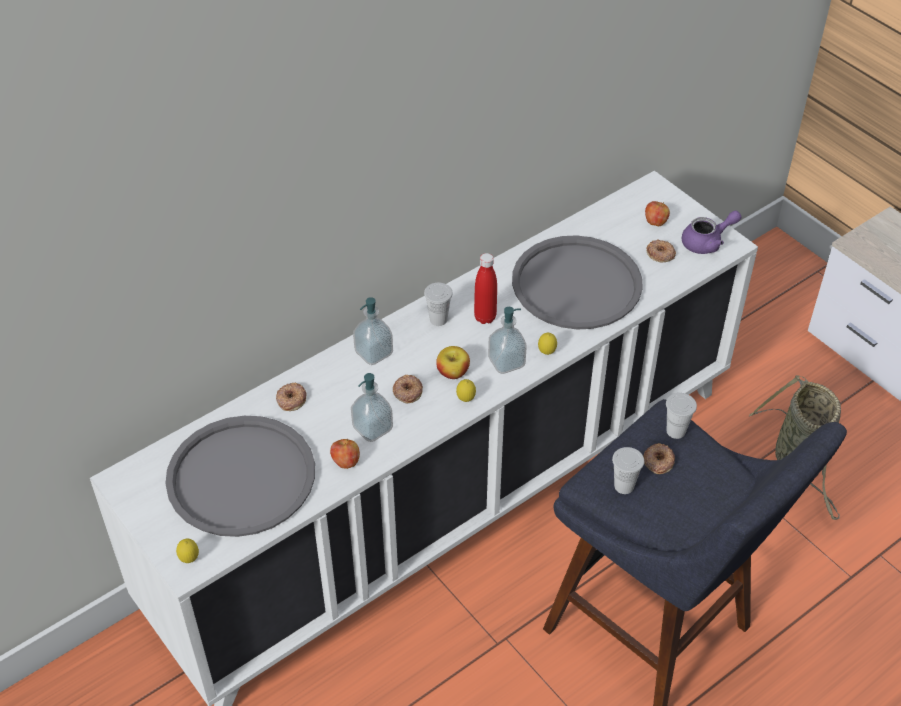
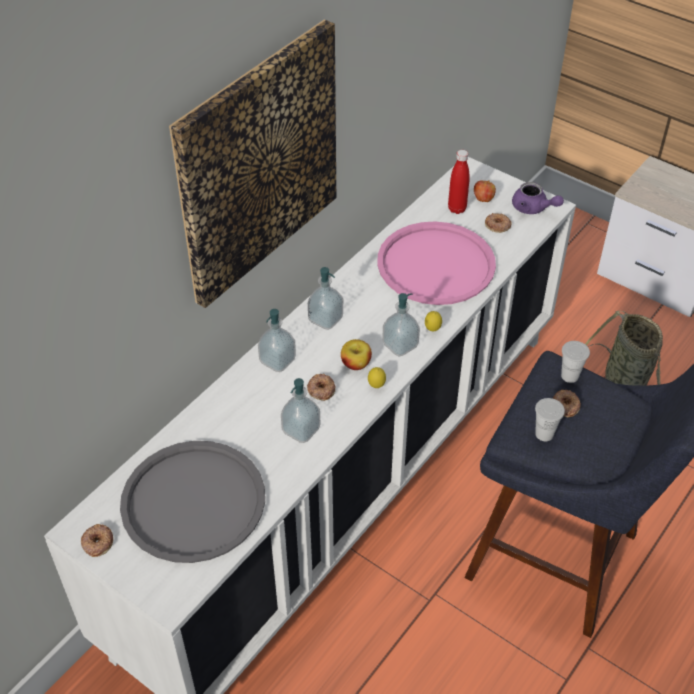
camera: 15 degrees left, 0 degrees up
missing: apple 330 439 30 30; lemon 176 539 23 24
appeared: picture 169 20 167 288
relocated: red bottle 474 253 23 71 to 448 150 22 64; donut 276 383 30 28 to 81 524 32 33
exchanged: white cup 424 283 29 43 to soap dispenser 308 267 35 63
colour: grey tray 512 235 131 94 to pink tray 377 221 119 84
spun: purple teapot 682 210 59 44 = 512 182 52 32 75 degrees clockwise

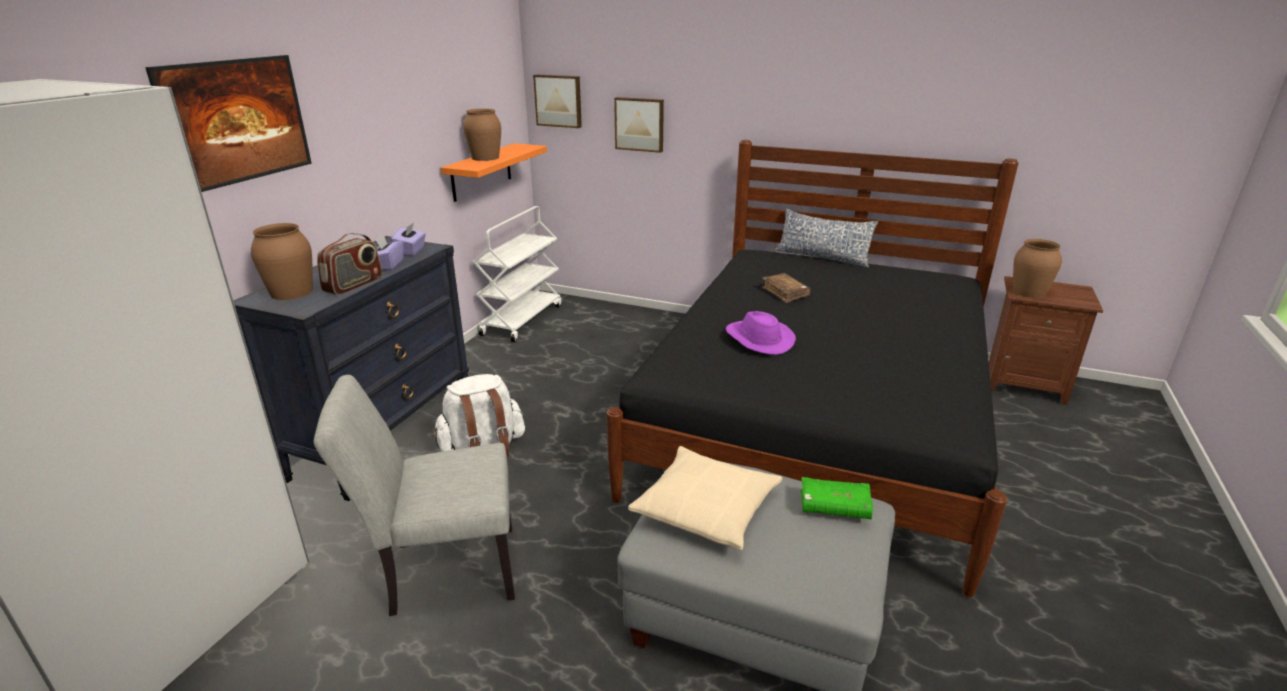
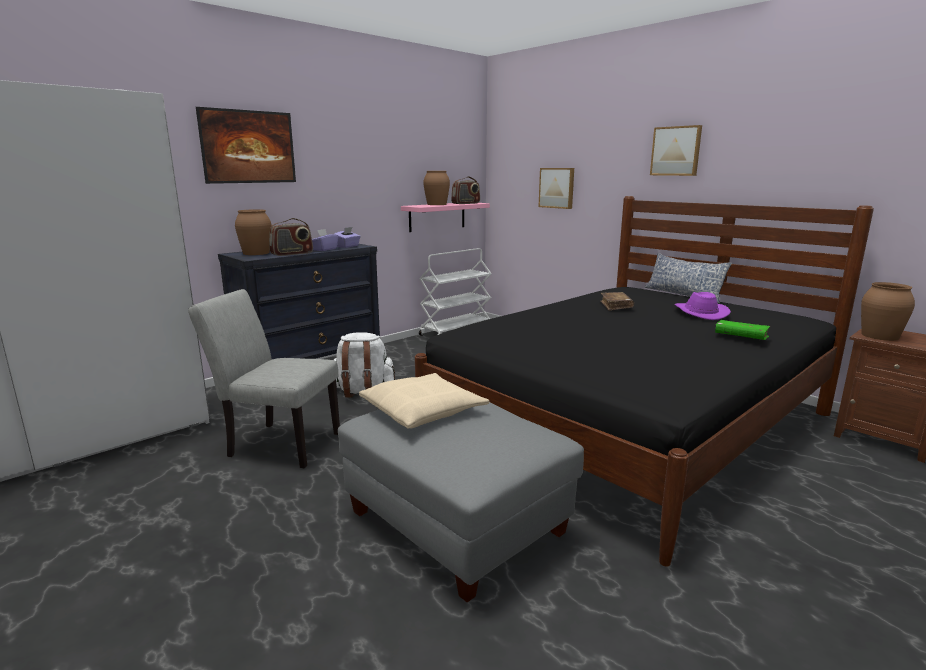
camera: 25 degrees right, 10 degrees down
appeared: radio 451 176 29 28
relocated: picture 533 74 49 54 to 650 125 52 51; purple hat 726 311 70 44 to 674 292 57 28; green book 801 477 72 42 to 715 320 55 20
colour: orange shelf 441 143 106 59 to pink shelf 401 203 89 29

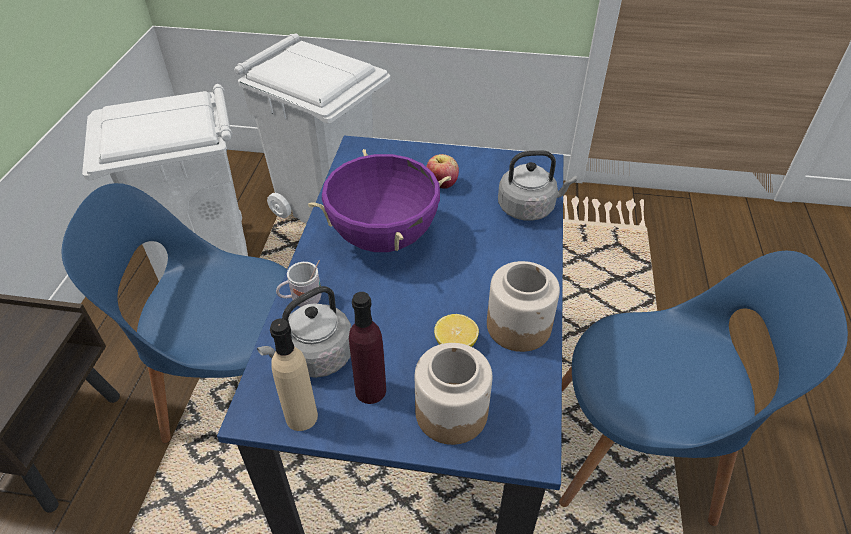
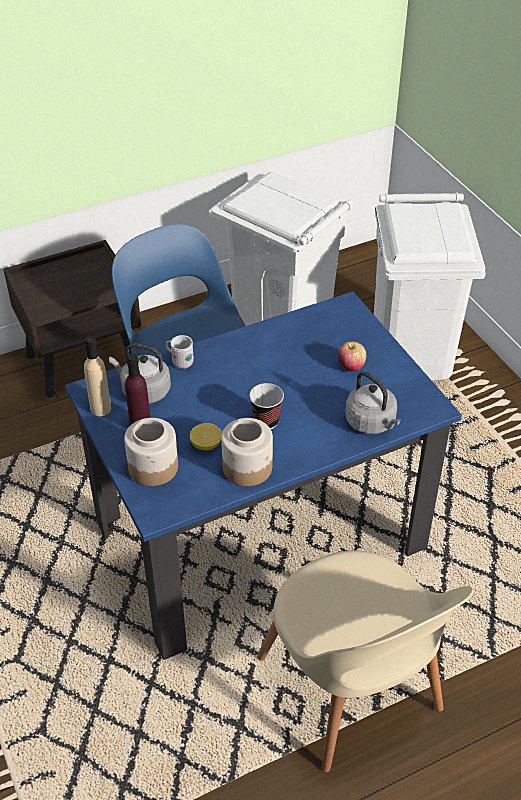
camera: 55 degrees right, 0 degrees up
missing: purple cooking pot 308 149 143 103
appeared: cup 249 383 35 46
colour: blue chair 559 251 289 275 to beige chair 257 551 217 221

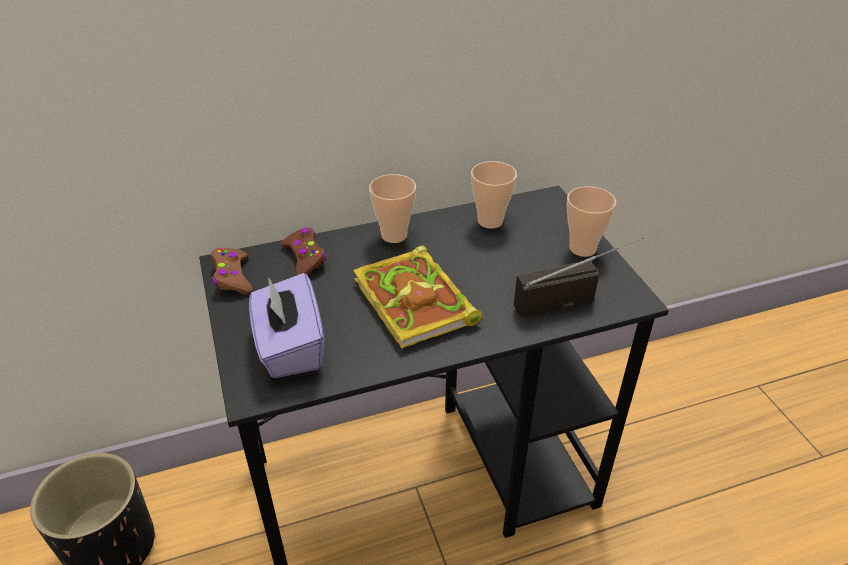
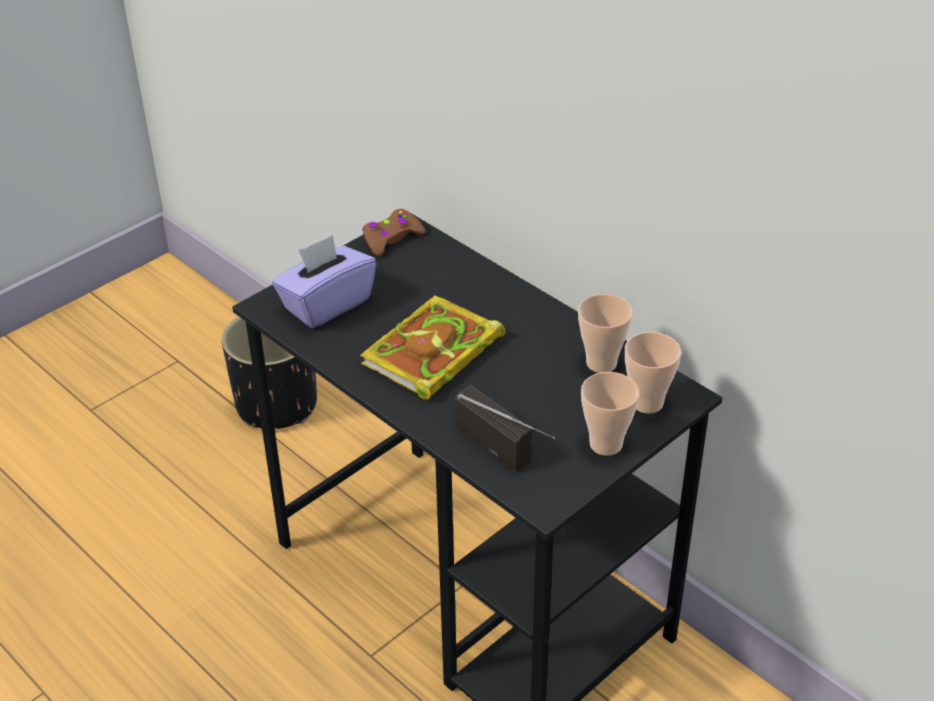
camera: 65 degrees right, 0 degrees up
missing: brown game controller 280 227 46 49
relocated: cup 369 174 47 69 to 625 332 56 82

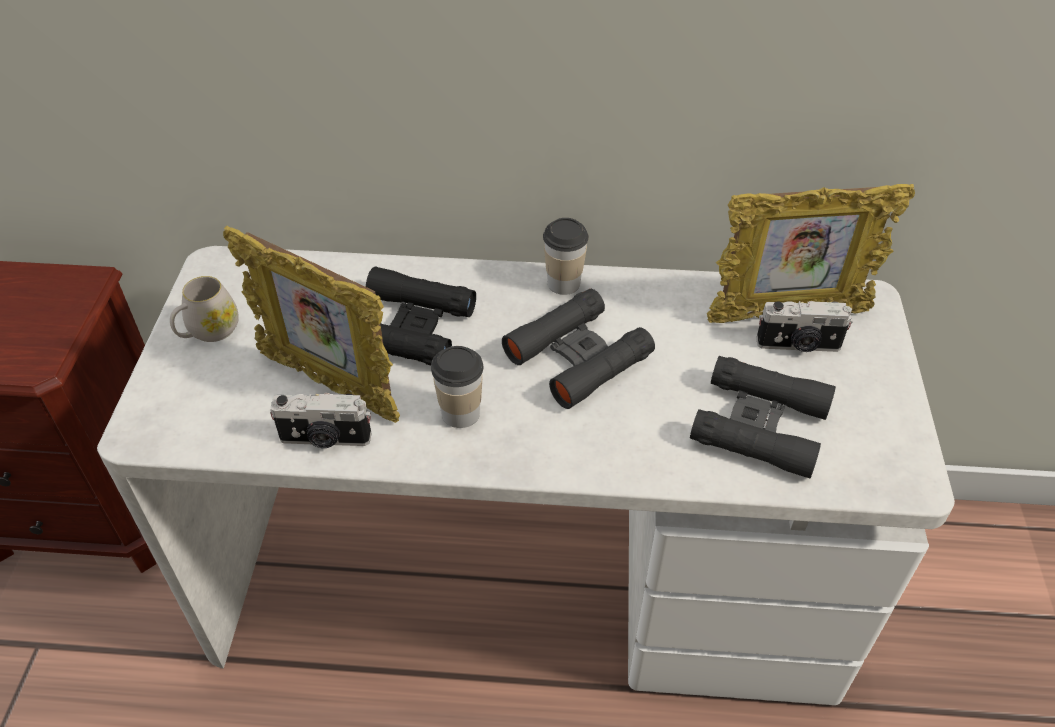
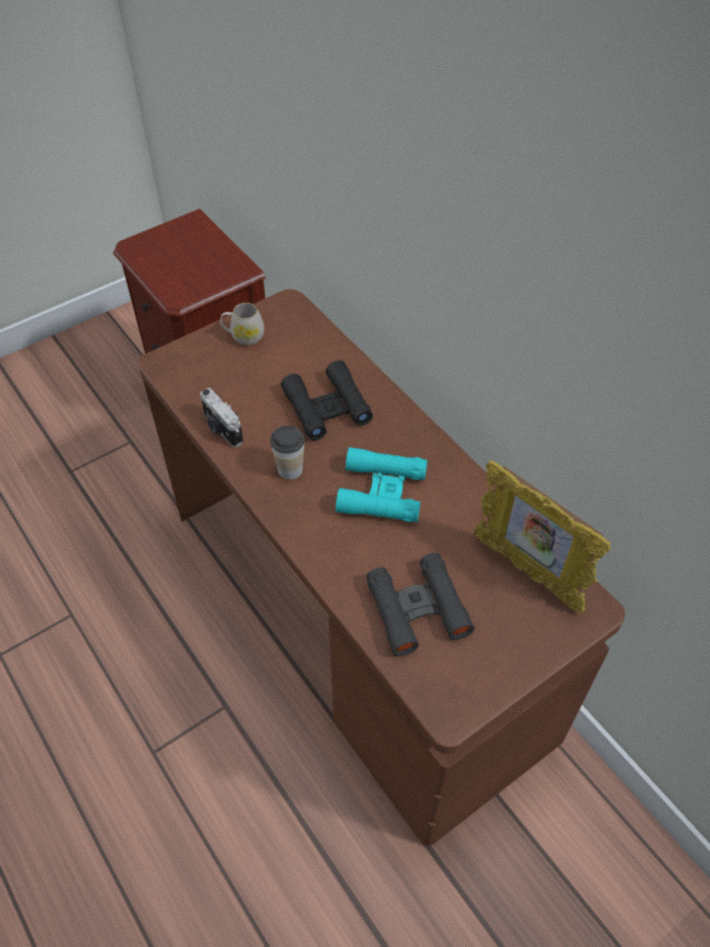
camera: 50 degrees right, 5 degrees up
missing: cup 543 218 46 77; picture frame 223 226 177 197; photo camera 756 301 96 51
colour: white desk 97 246 858 459 to brown desk 138 289 487 557; black binoculars 502 289 153 120 to turquoise binoculars 336 447 91 75

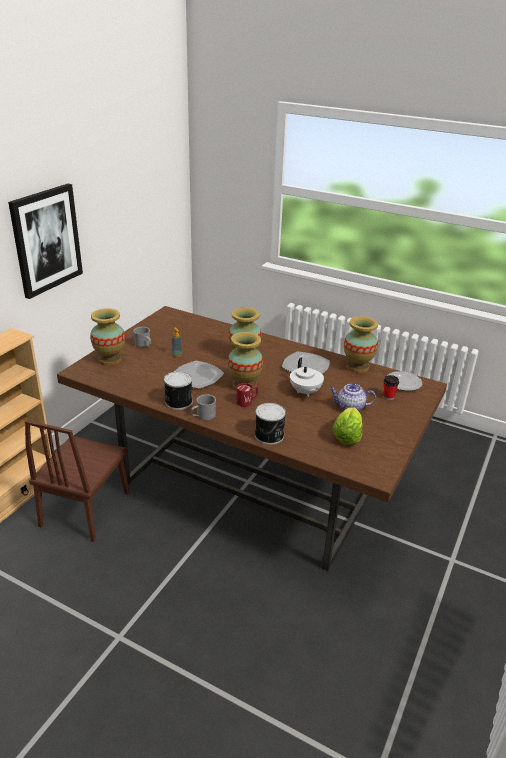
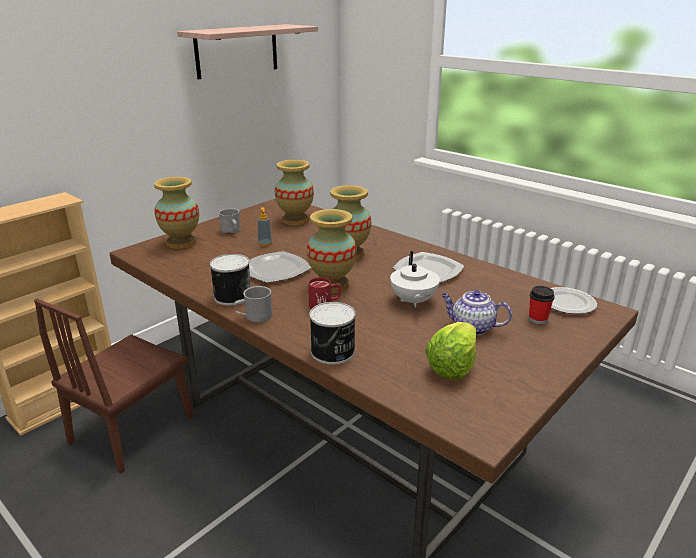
camera: 15 degrees right, 5 degrees down
missing: picture 8 184 75 115
appeared: shelf 177 24 141 55
relocated: vase 344 316 34 57 to 275 160 39 65

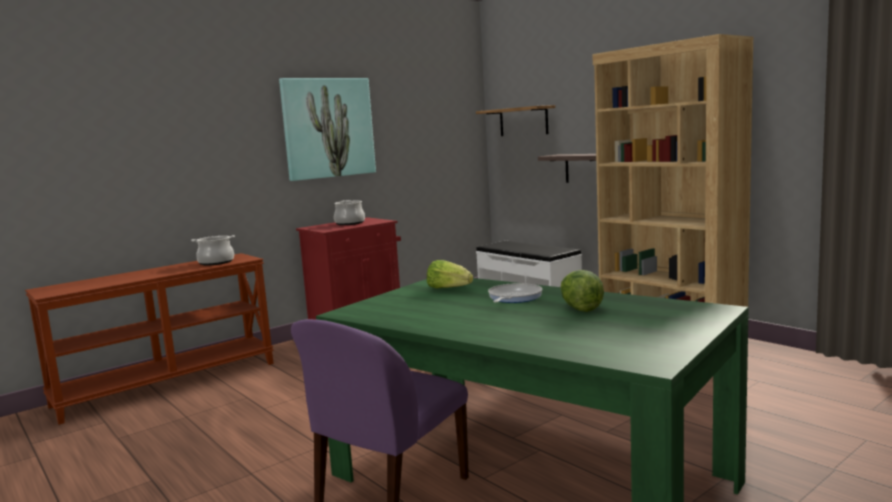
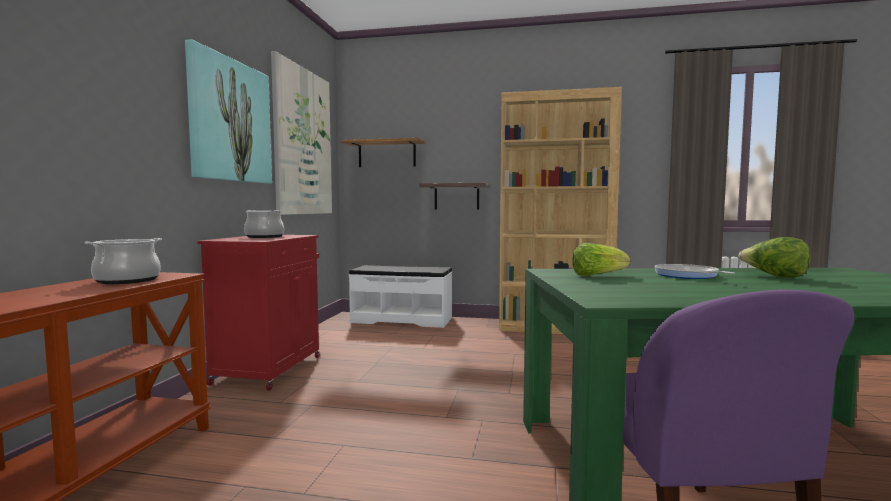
camera: 40 degrees left, 5 degrees down
appeared: picture 271 51 61 164

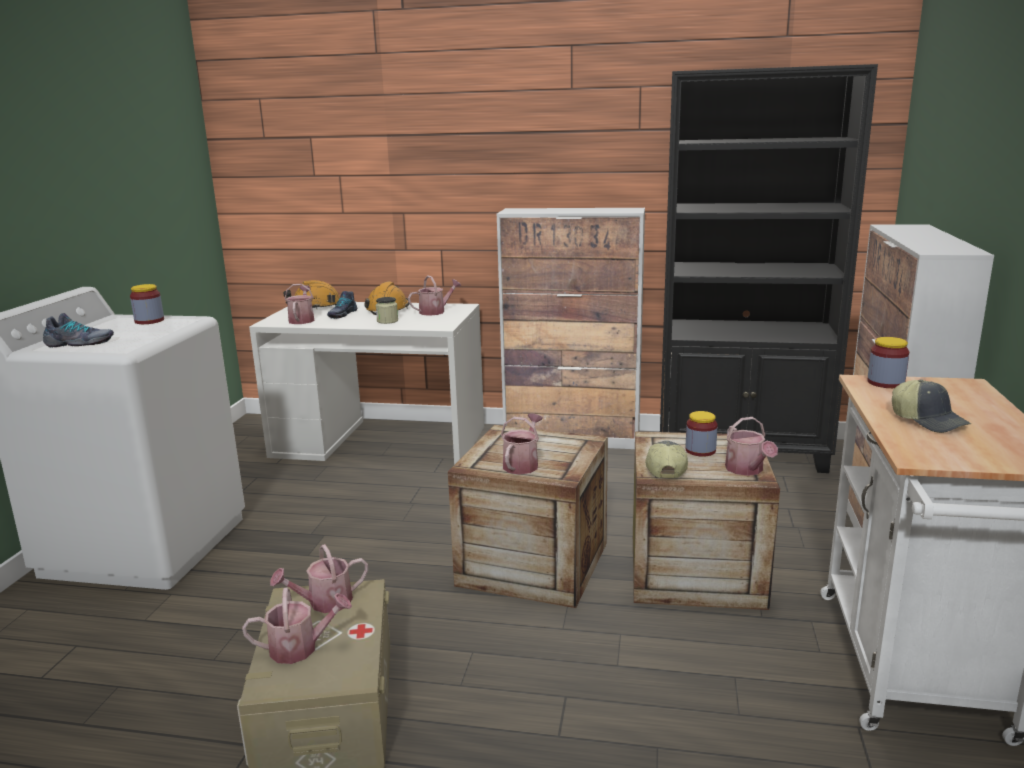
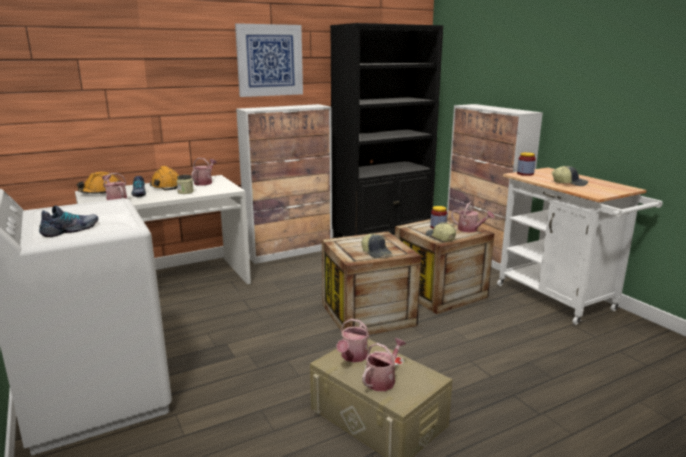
camera: 40 degrees left, 0 degrees up
missing: jar 130 284 34 40
appeared: picture 235 23 68 74
exchanged: watering can 501 413 42 62 to cap 361 233 31 25

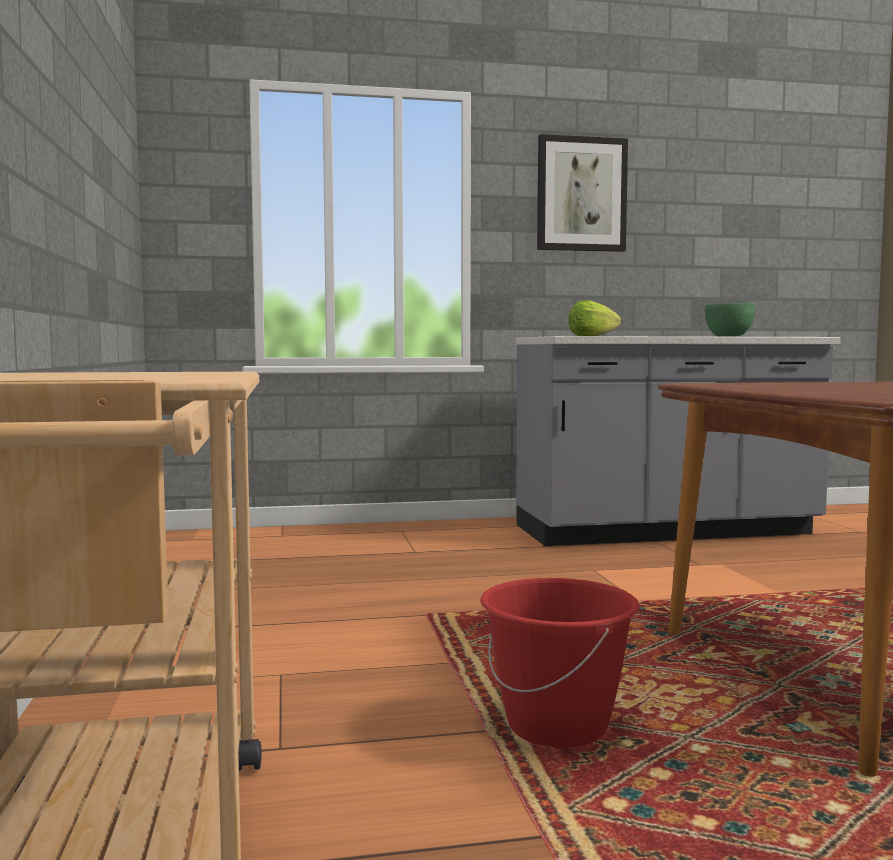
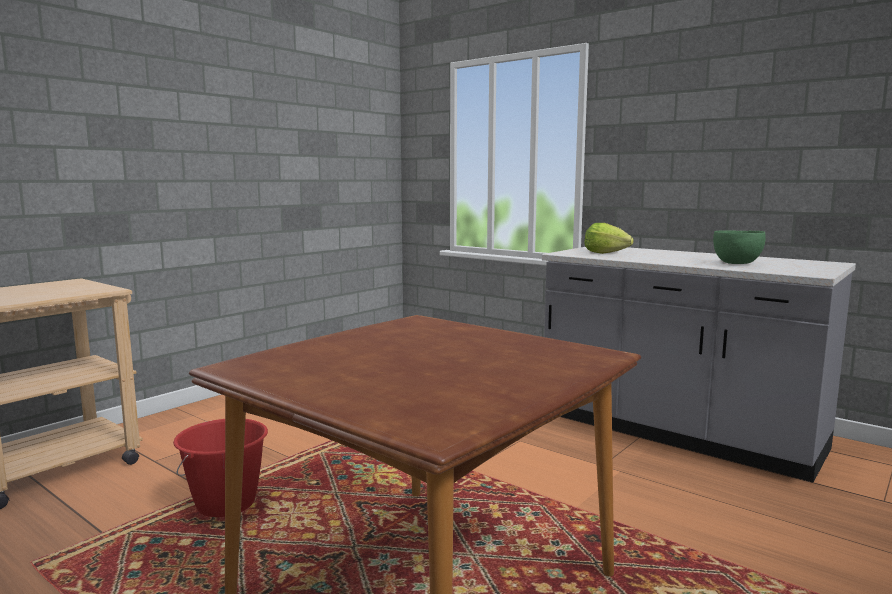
camera: 50 degrees right, 5 degrees up
missing: picture 537 134 91 118

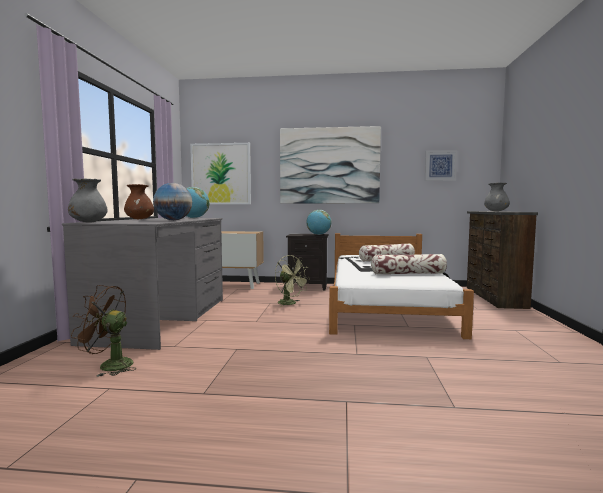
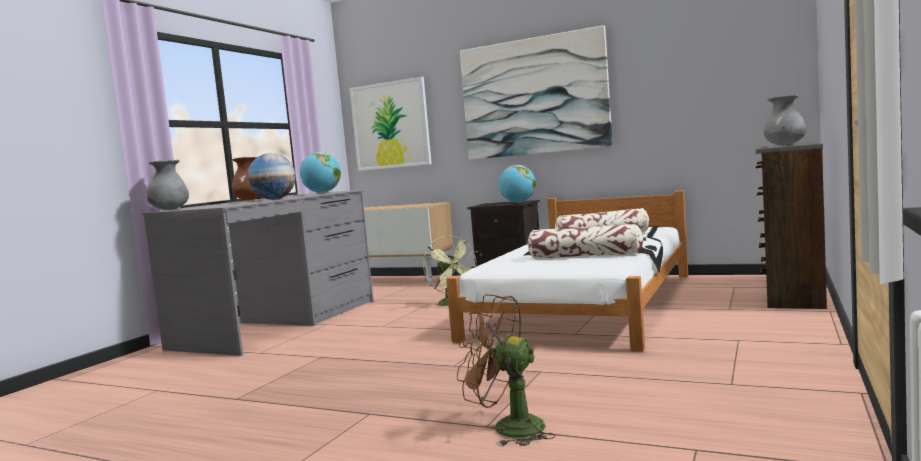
camera: 20 degrees right, 0 degrees up
missing: picture 425 150 32 31
relocated: brown fan 71 285 65 92 to 457 294 99 152

